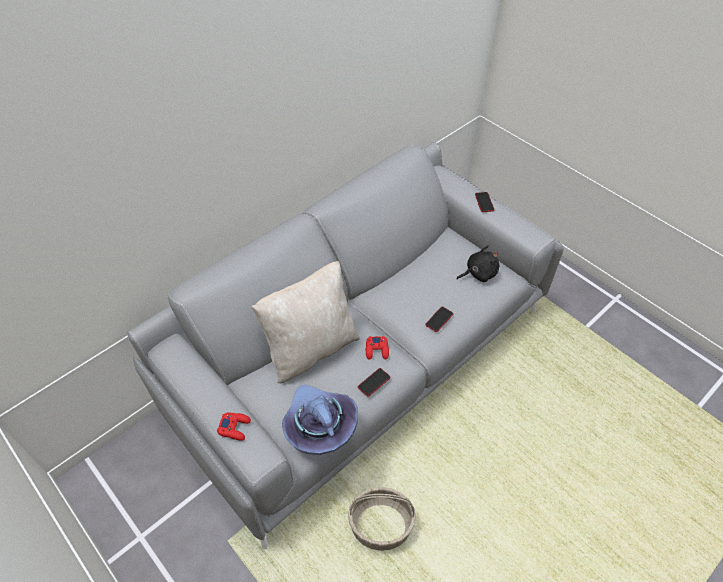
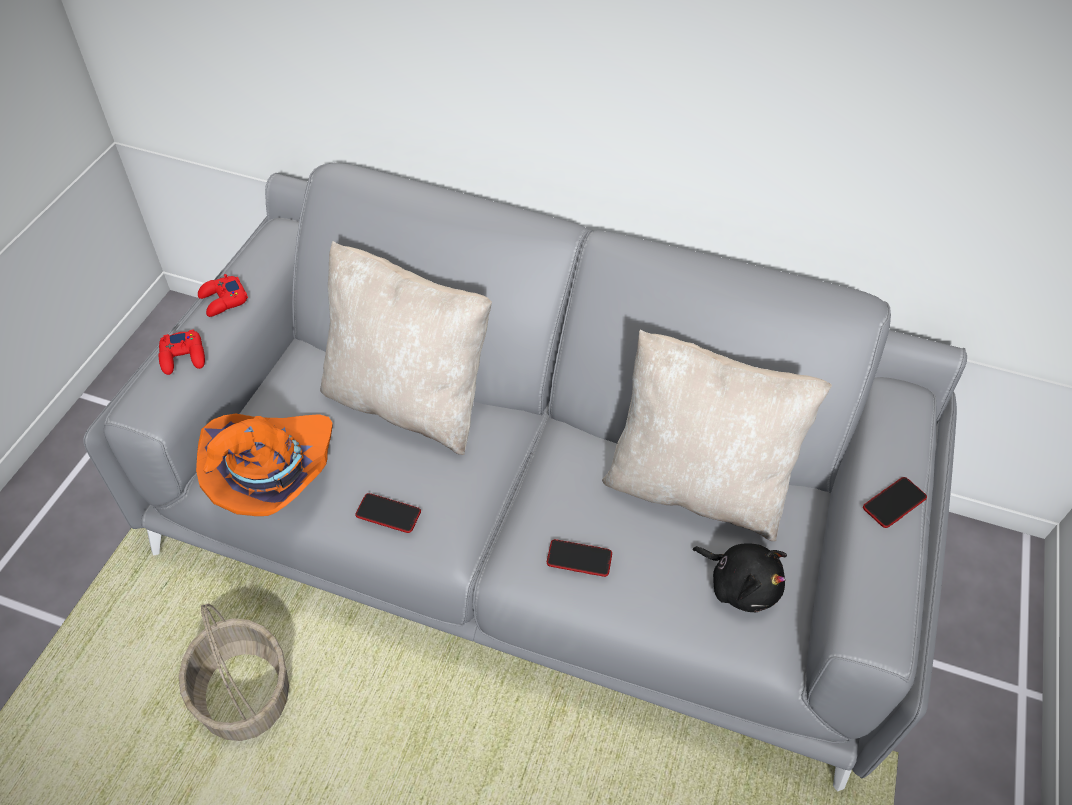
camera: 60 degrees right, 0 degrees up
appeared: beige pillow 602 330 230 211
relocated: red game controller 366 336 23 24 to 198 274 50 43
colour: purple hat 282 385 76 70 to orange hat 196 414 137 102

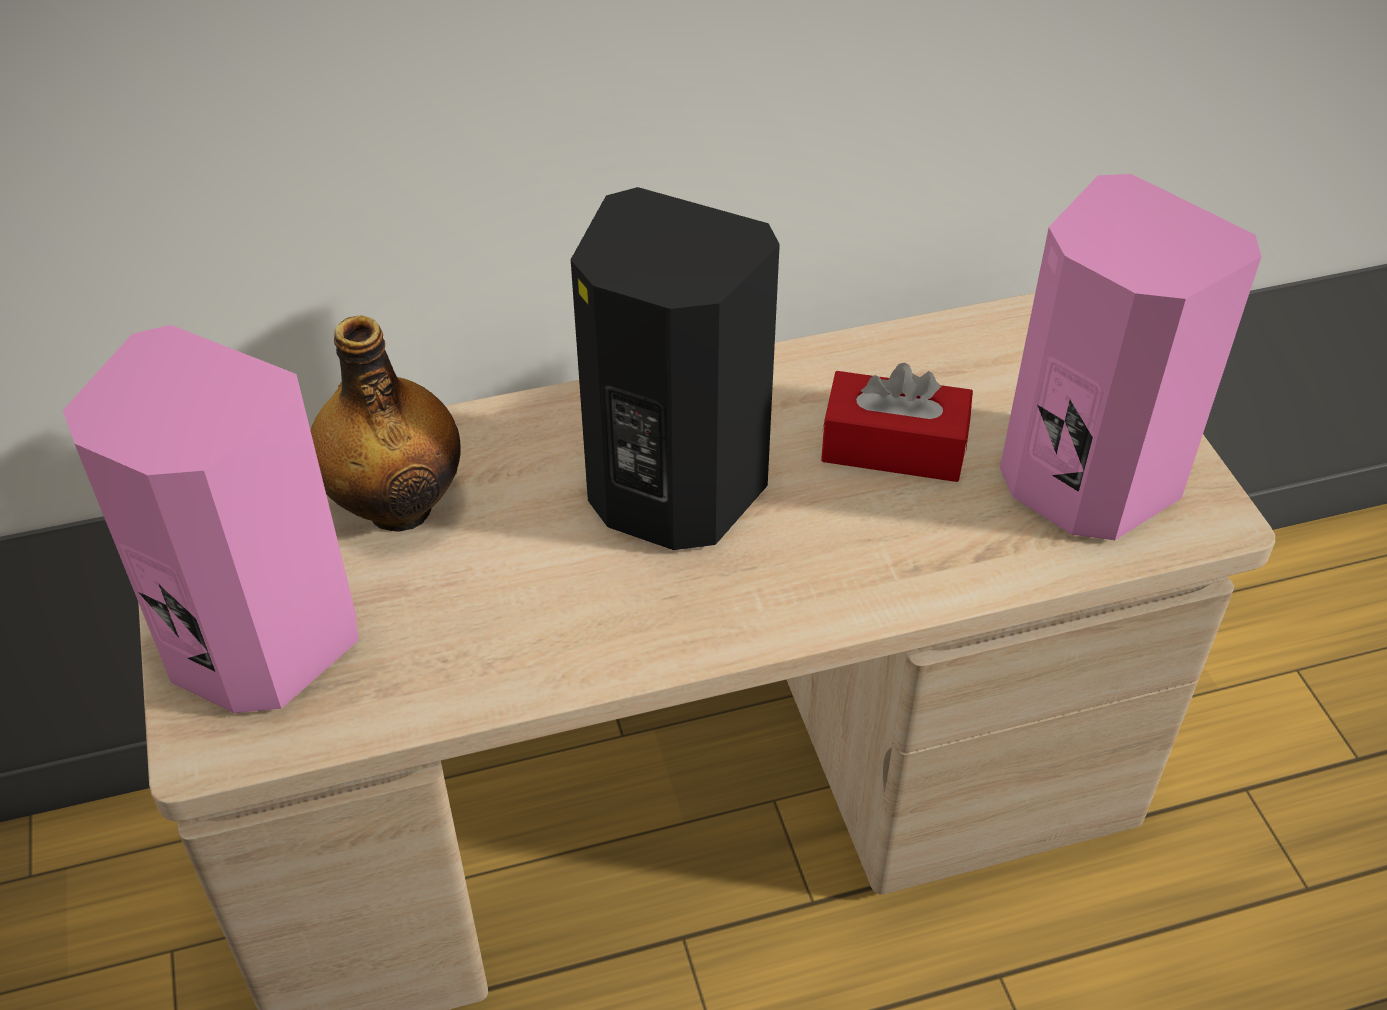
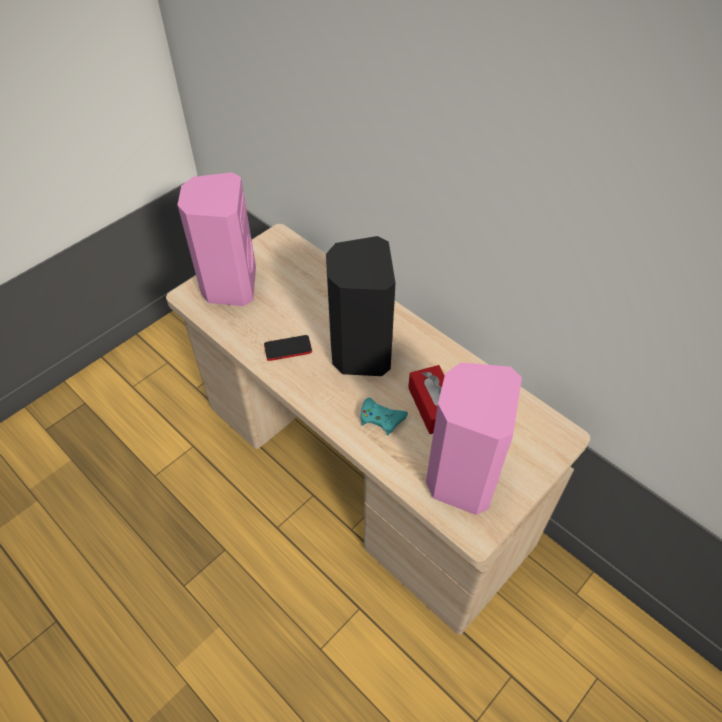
camera: 60 degrees right, 5 degrees up
missing: bottle 311 315 150 217
appeared: phone 264 335 48 26; turquoise game controller 360 398 48 37

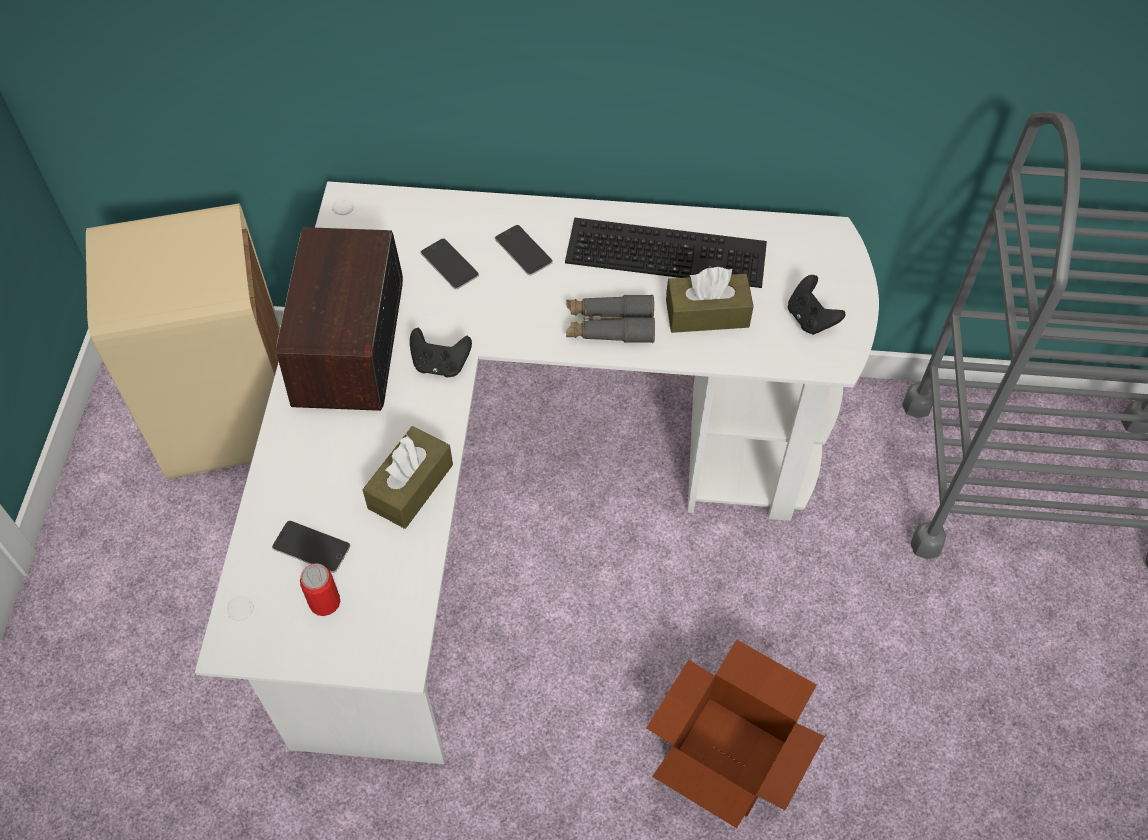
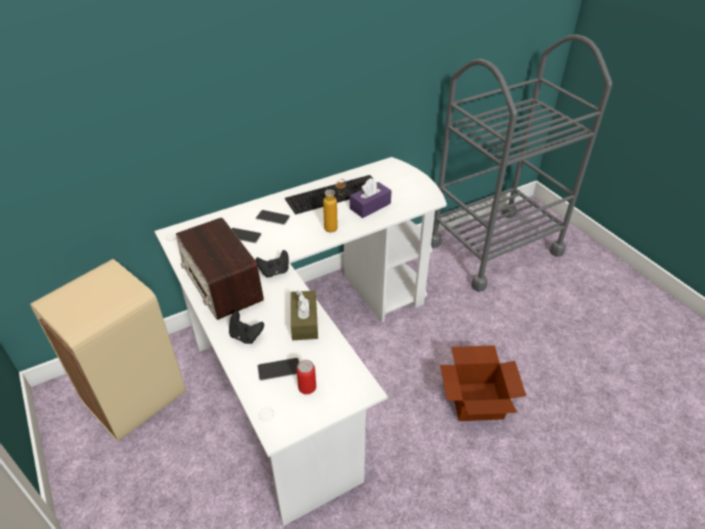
camera: 35 degrees left, 15 degrees down
relocated: black game controller 788 275 57 60 to 229 311 35 33
exchanged: grey binoculars 566 295 89 48 to bottle 323 179 23 53
colour: brown tissue box 666 267 88 66 to purple tissue box 350 178 42 40

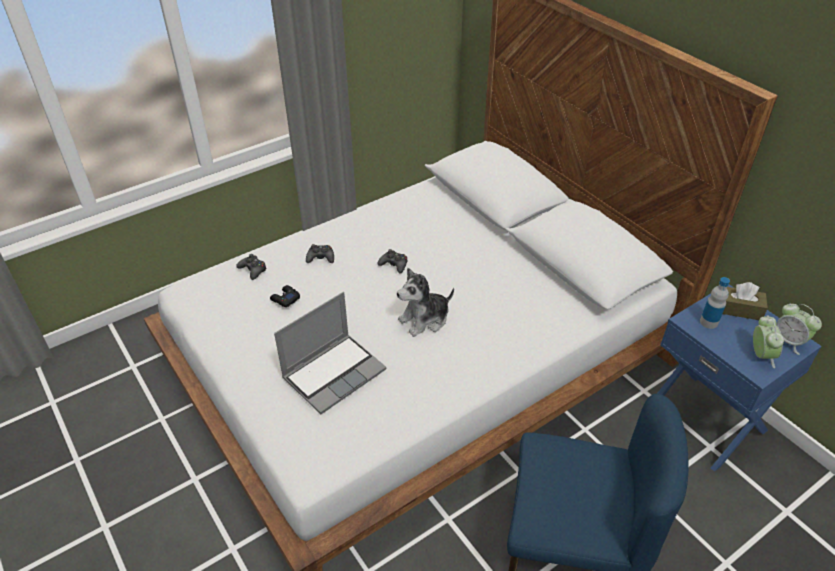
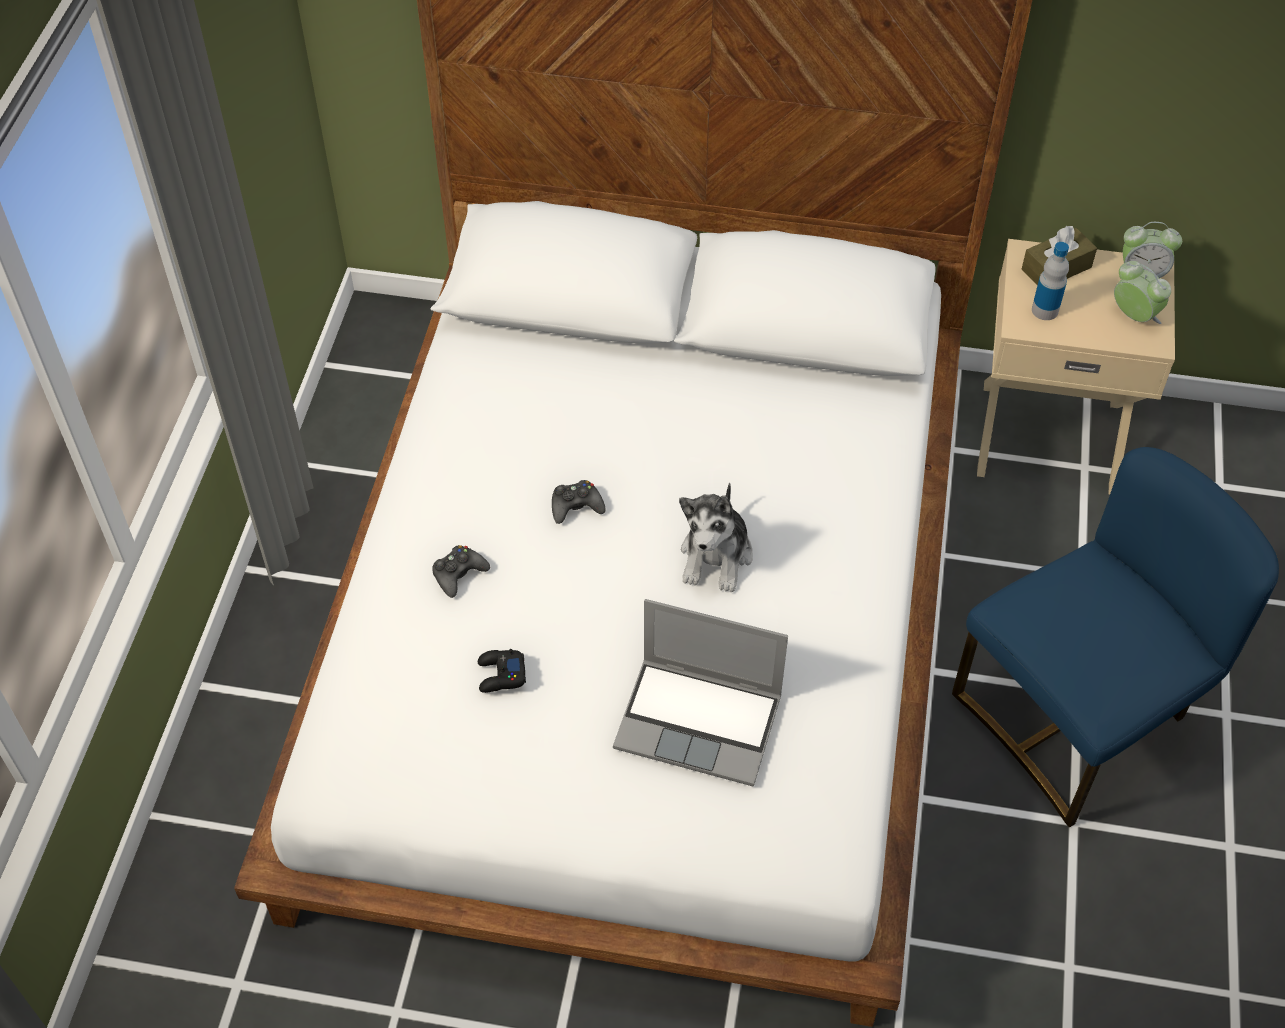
camera: 45 degrees left, 10 degrees up
missing: black game controller 237 254 30 26
colour: blue nightstand 657 284 165 188 to beige nightstand 977 239 198 255
spun: laptop 274 292 112 122 = 613 599 175 187 105 degrees clockwise

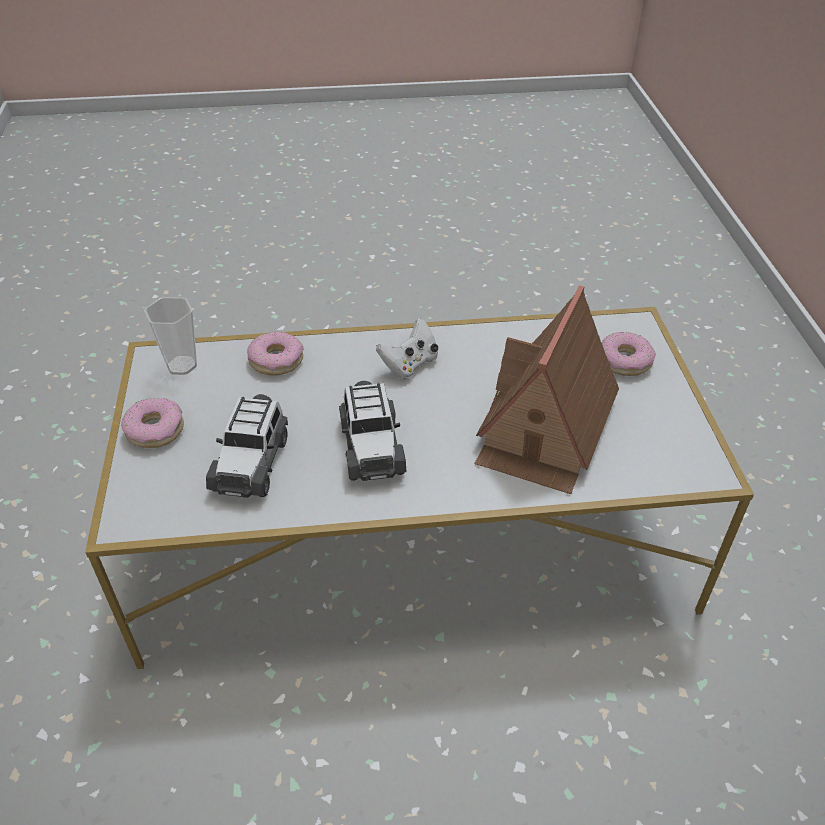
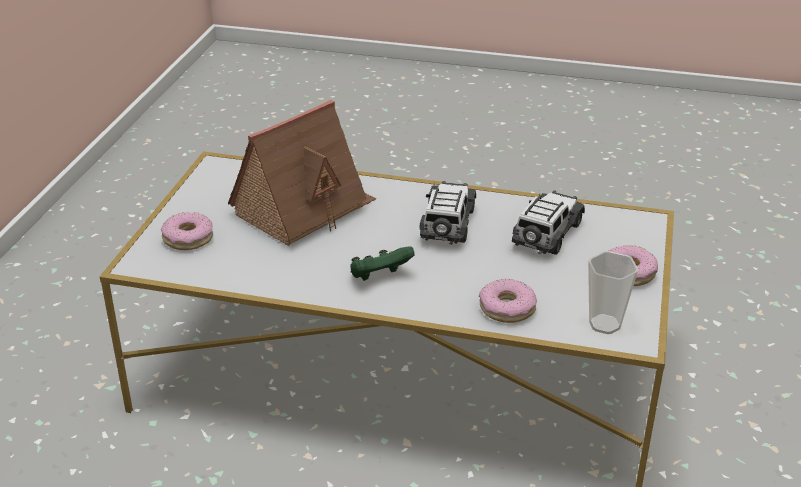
camera: 160 degrees left, 10 degrees down
colour: white game controller 376 317 62 62 to green game controller 350 247 65 34

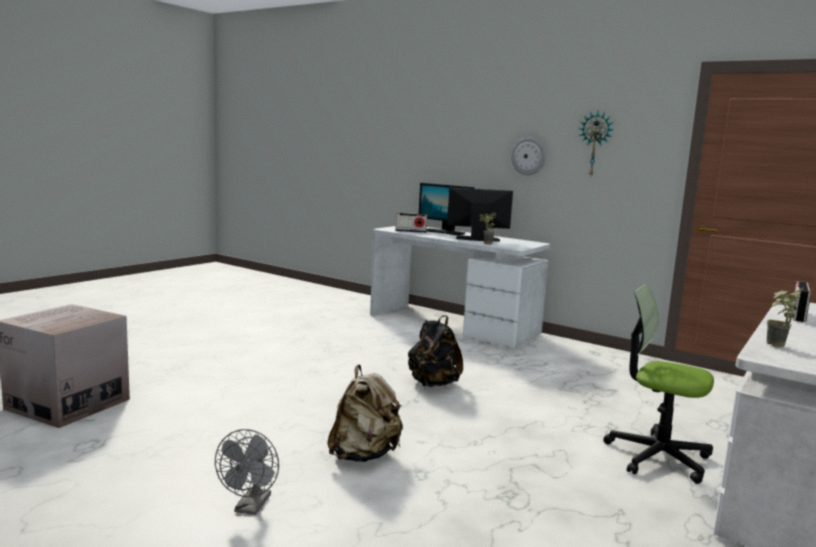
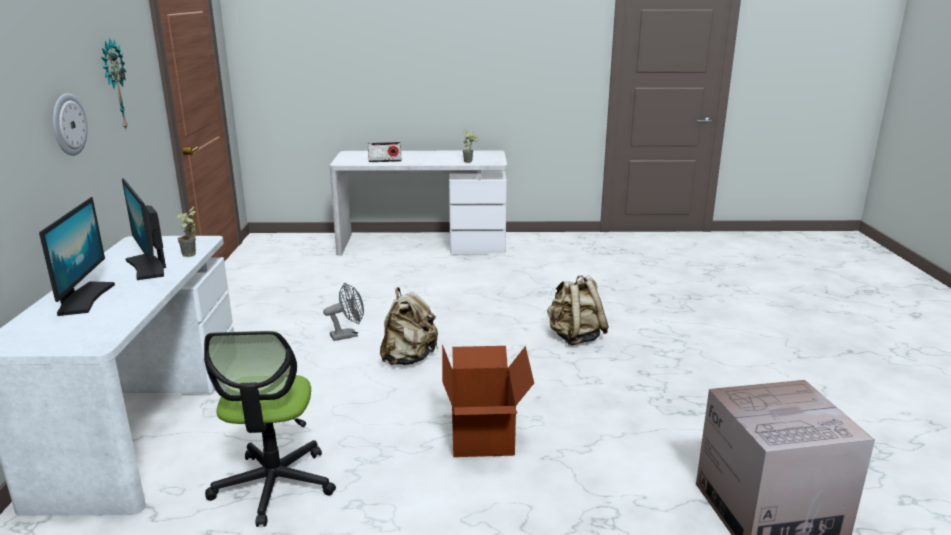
camera: 125 degrees left, 10 degrees up
missing: radio 395 213 32 20
appeared: cardboard box 442 345 92 112
relocated: office chair 603 284 111 200 to 204 331 132 196; grey fan 215 429 64 86 to 323 283 41 58
colour: black backpack 408 315 55 72 to beige backpack 380 287 58 78

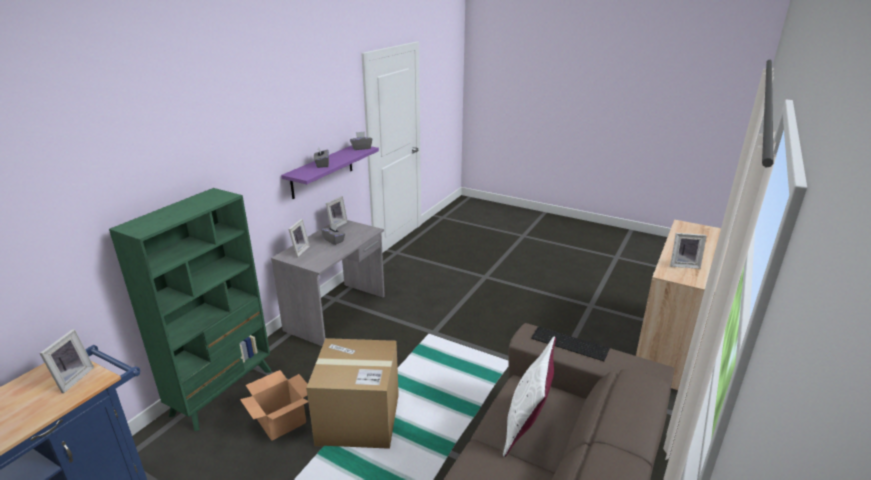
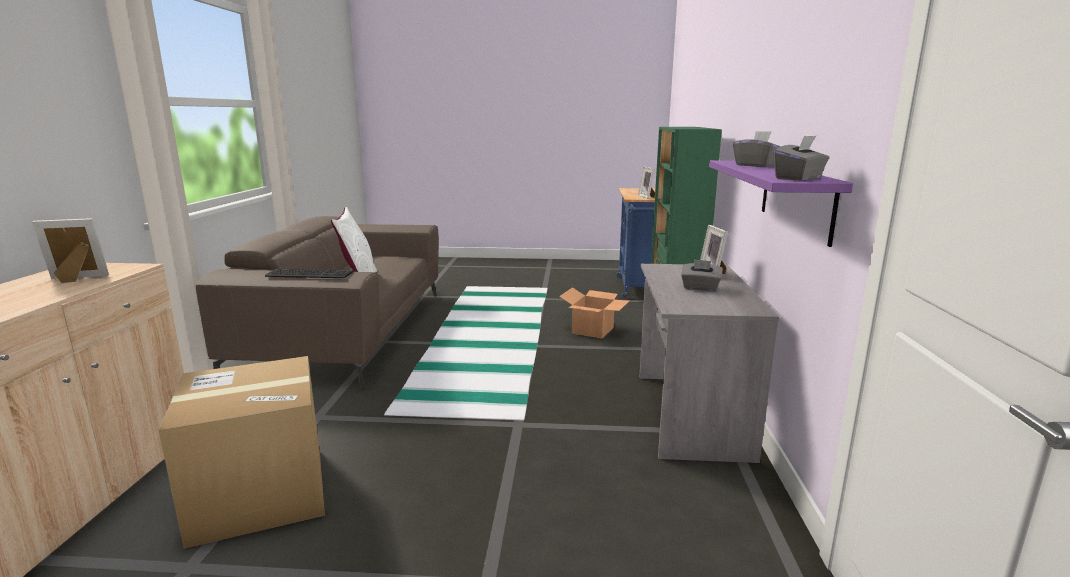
camera: 155 degrees right, 10 degrees down
missing: picture frame 326 196 22 31
relocated: cardboard box 306 338 93 111 to 159 356 166 193

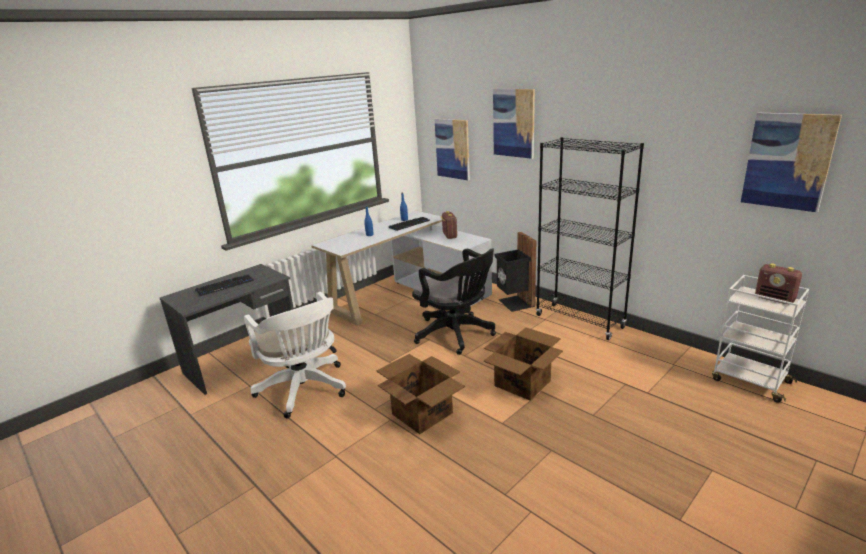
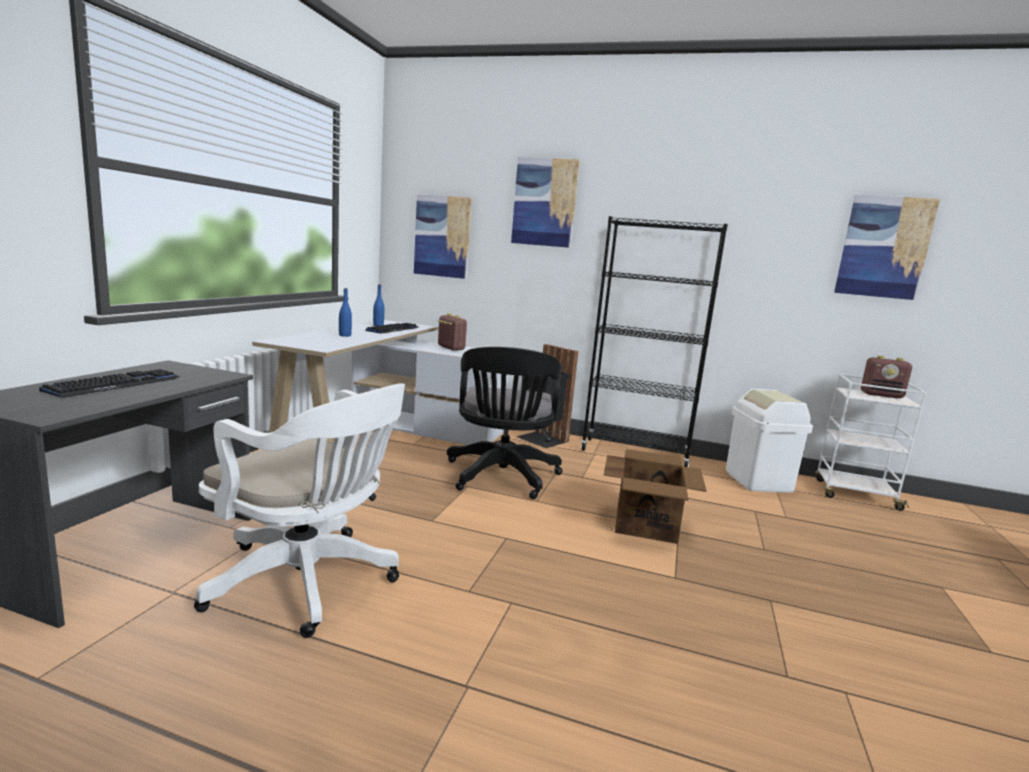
camera: 30 degrees left, 10 degrees down
missing: cardboard box 376 354 89 80
appeared: white trash can 726 389 87 103
spun: black office chair 412 249 84 106 = 447 347 115 152 75 degrees clockwise

